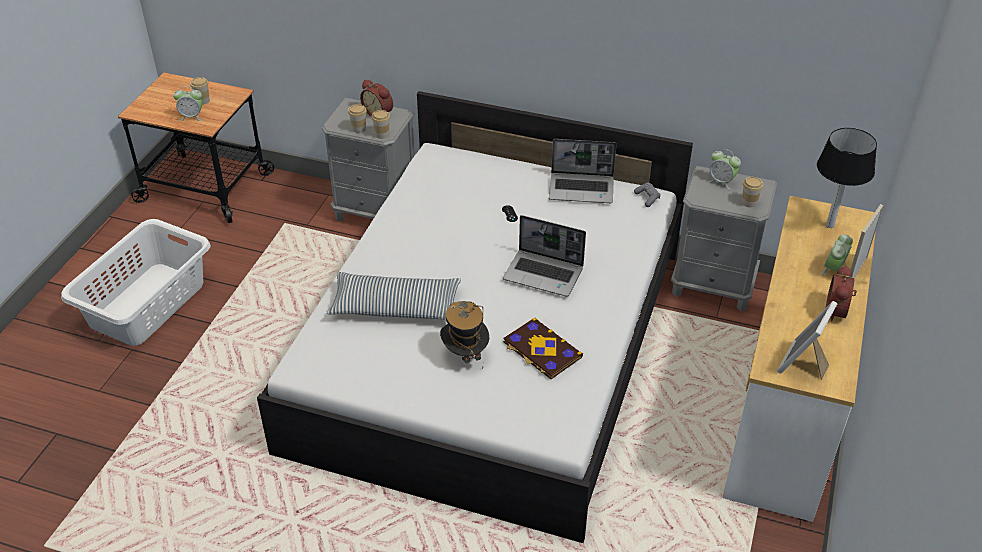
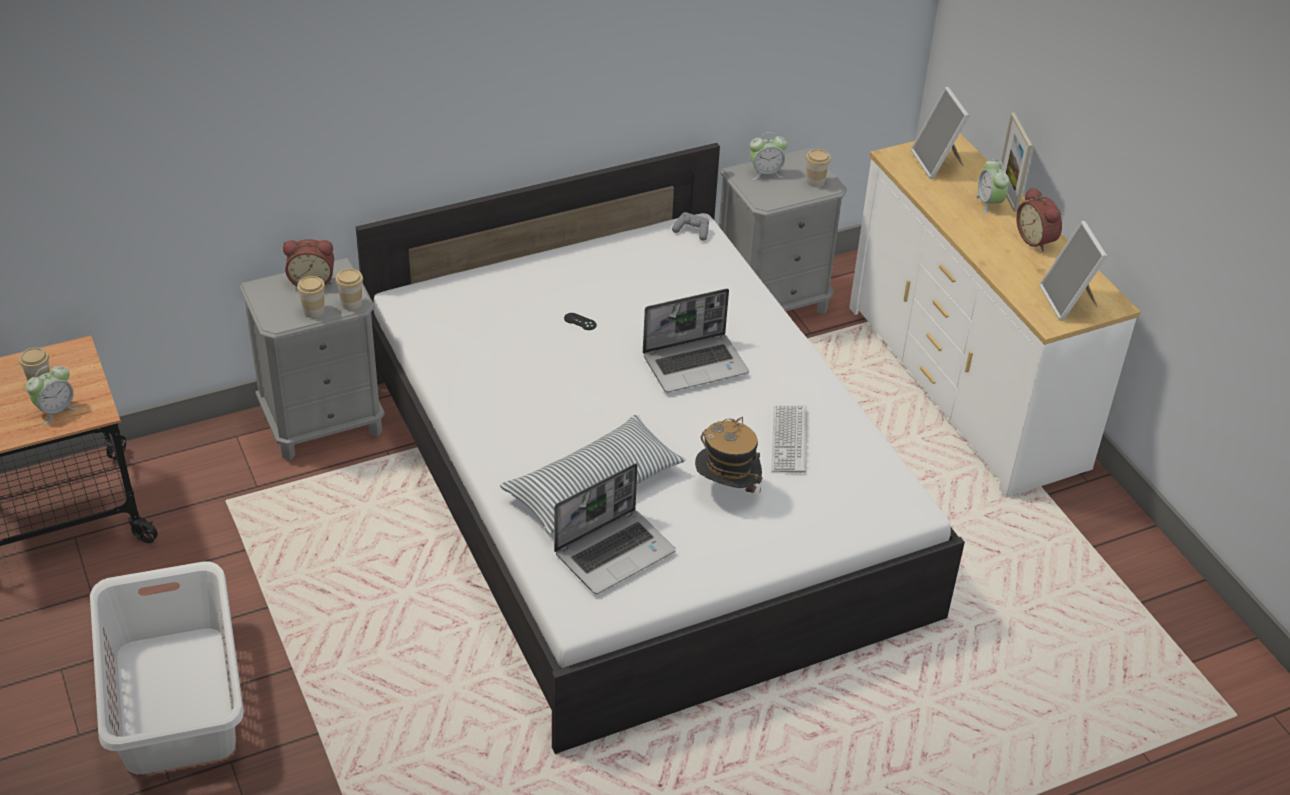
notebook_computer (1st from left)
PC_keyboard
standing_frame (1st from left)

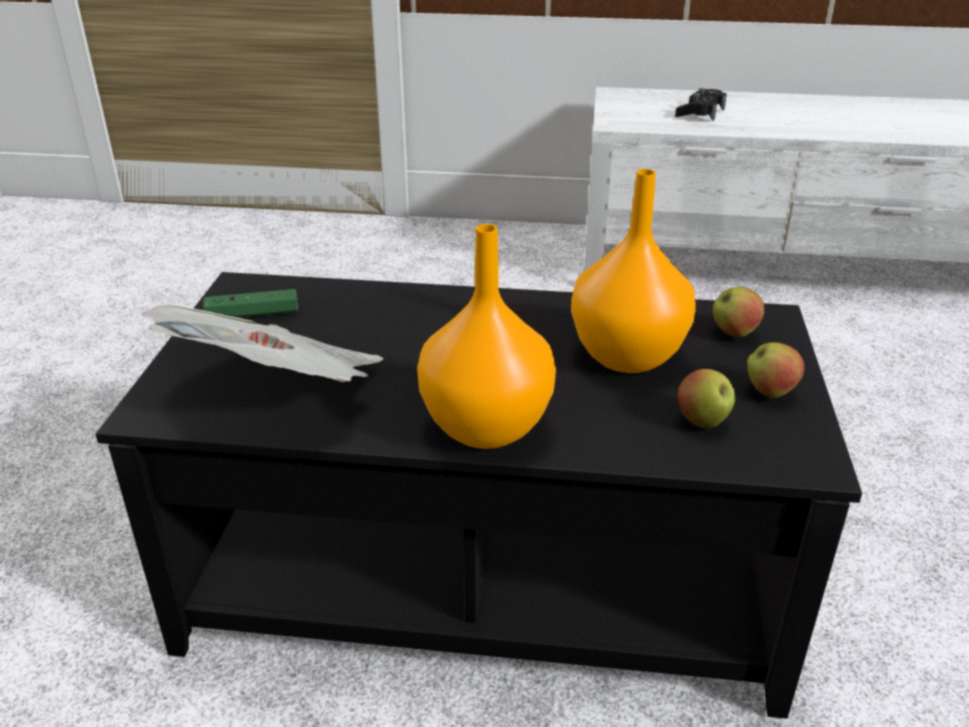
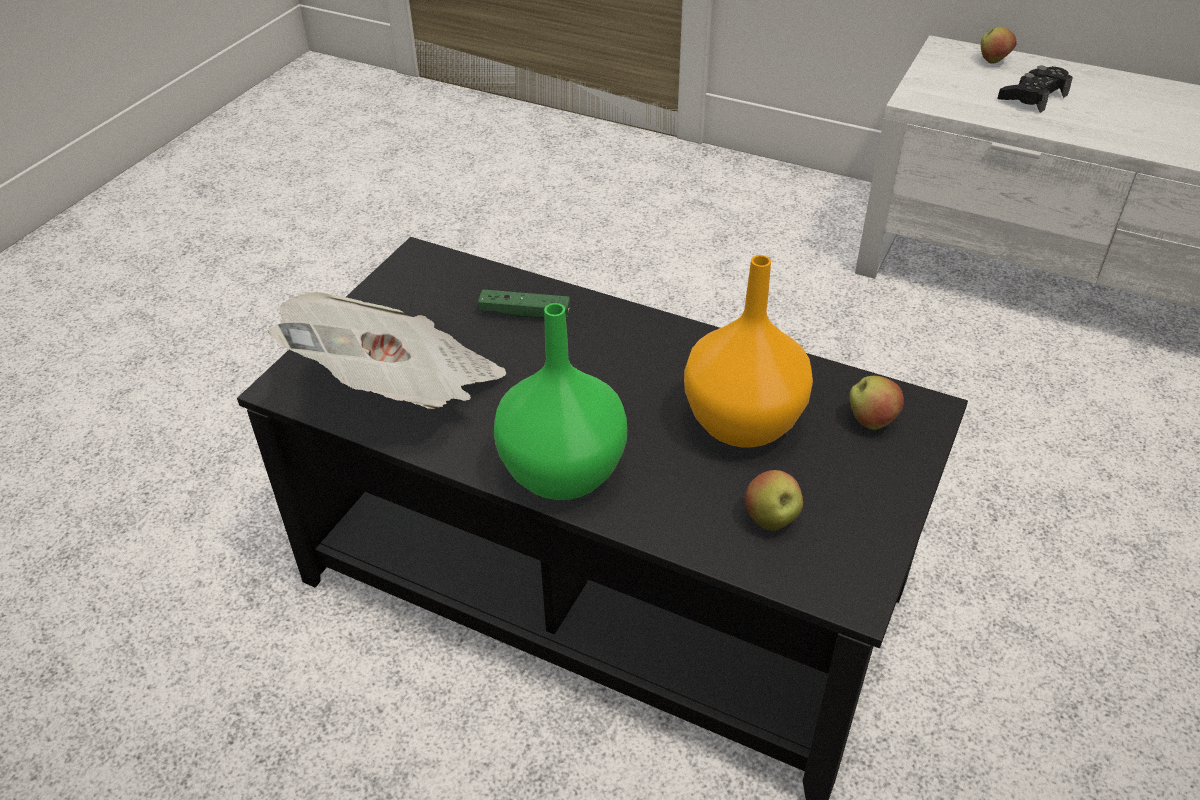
green-coloured_joypad
apple (3rd from left)
green-coloured_flower_vase

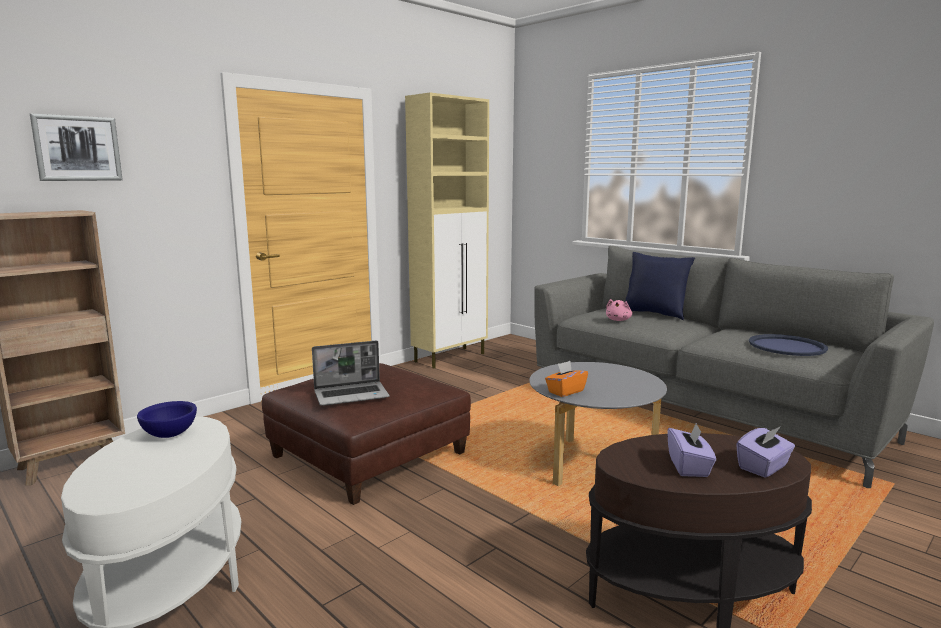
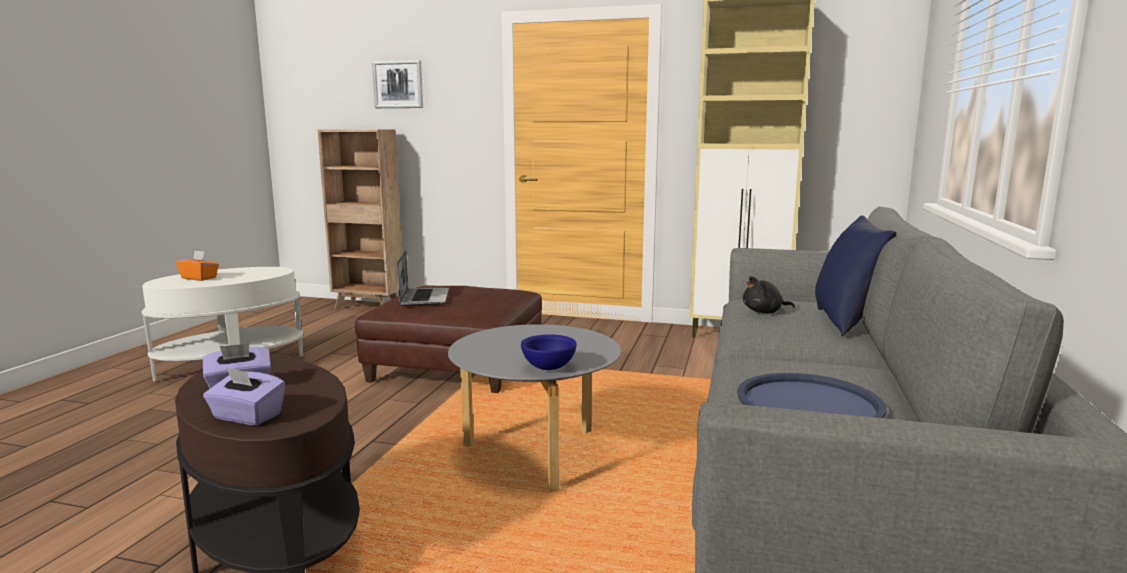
blue-coloured_deep_dish
orange-coloured_tissue_holder
blackish_plush_toy
notebook_computer

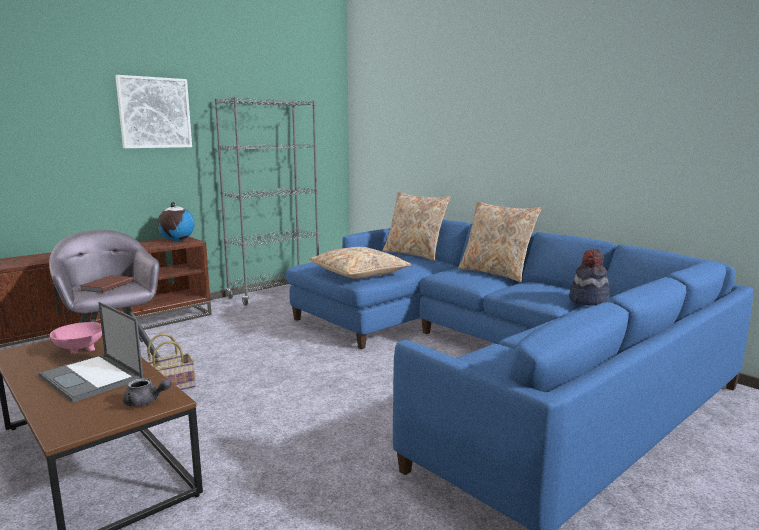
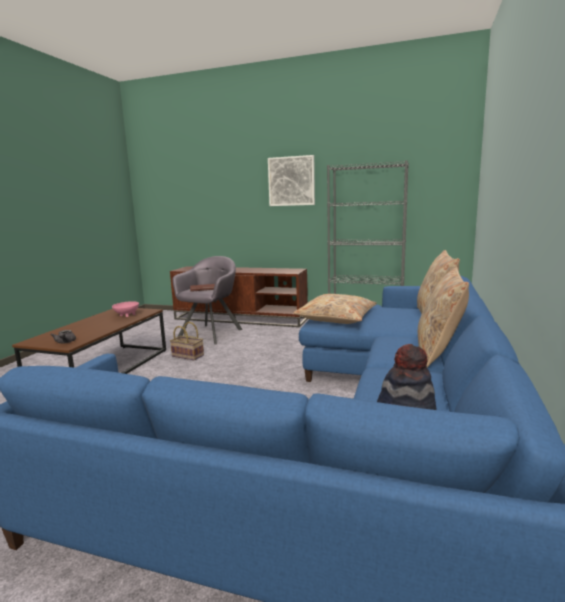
notebook_computer
globe

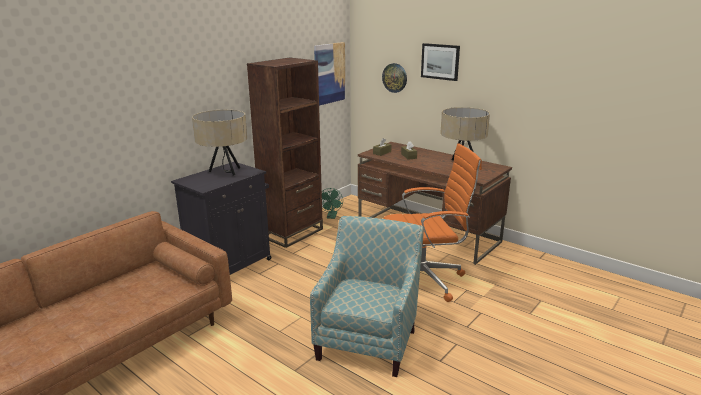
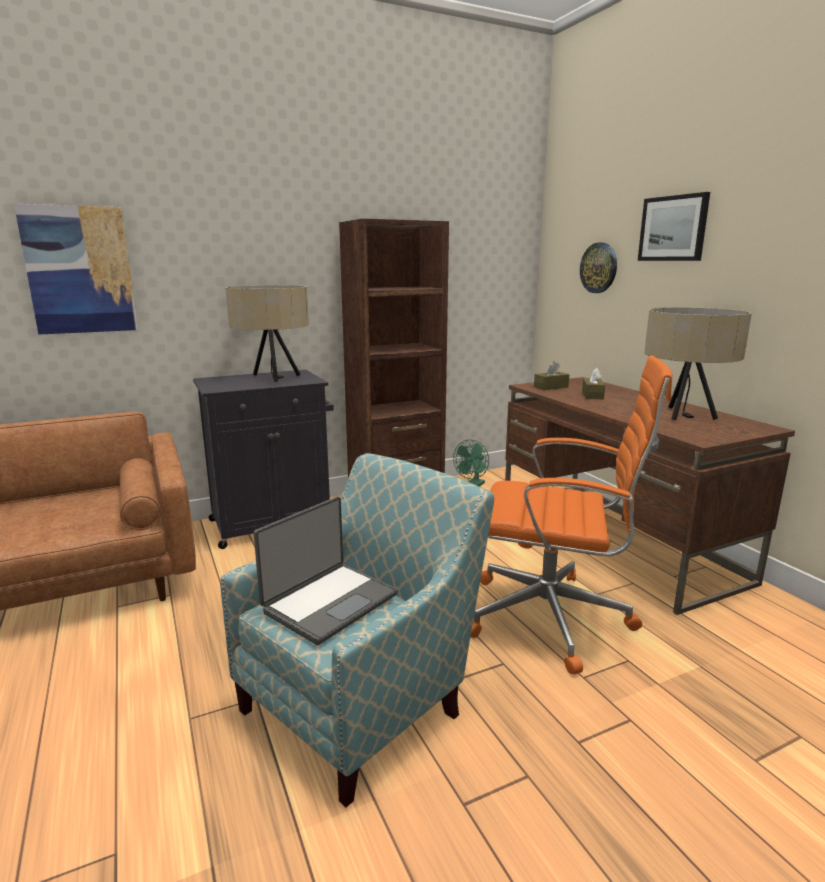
notebook_computer
wall_art (1st from left)

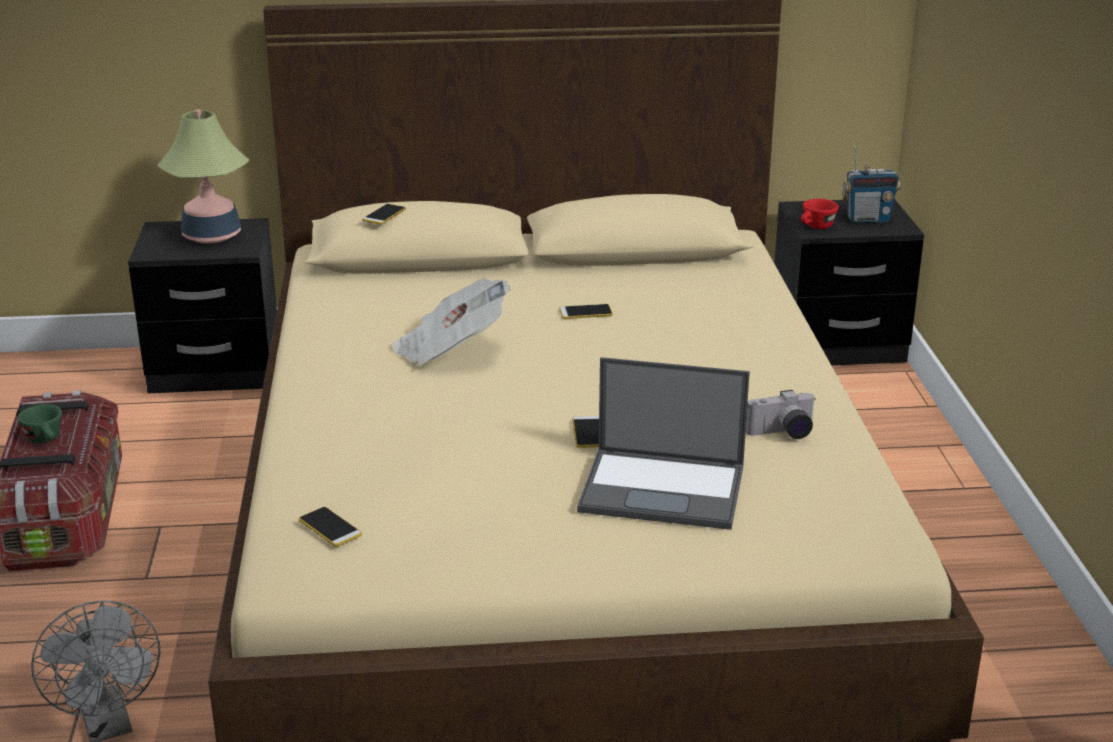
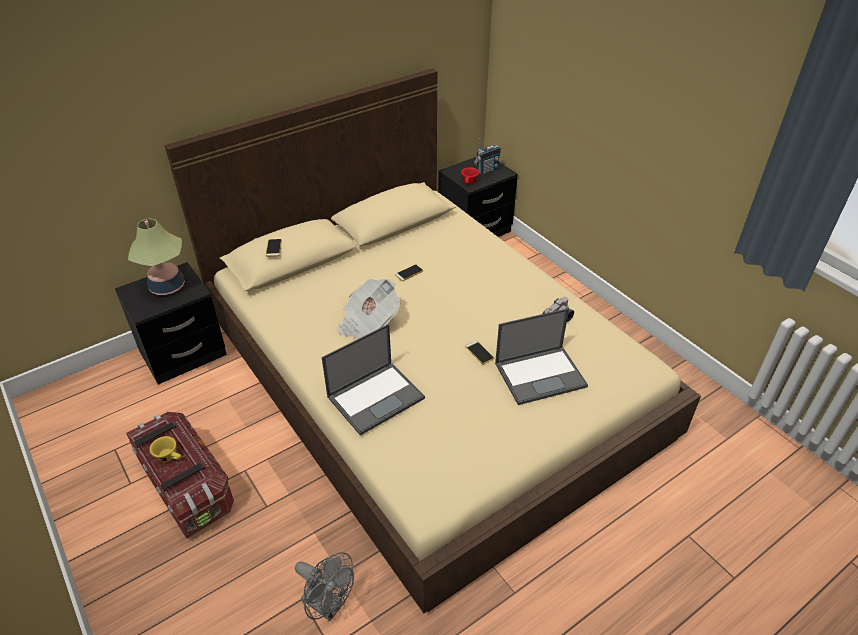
telephone (1st from left in the first image)
notebook_computer (1st from left)
yellow-coloured_small_cup

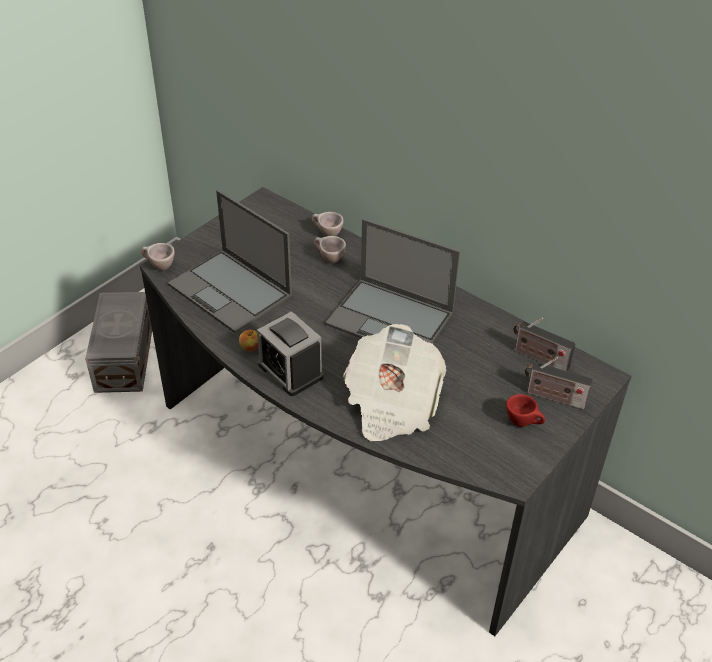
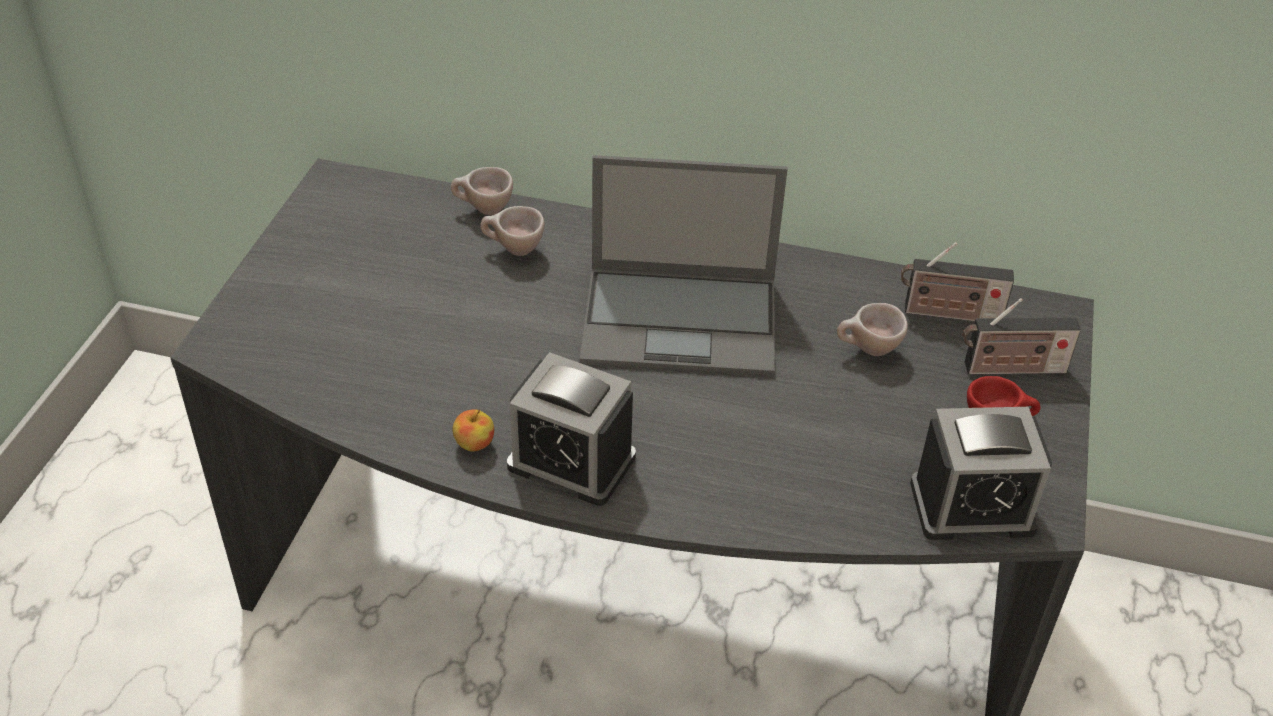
gray_storage_box
notebook_computer (1st from left in the first image)
printed_paper
alarm_clock (2nd from left)
beige-coloured_small_cup (3rd from left)

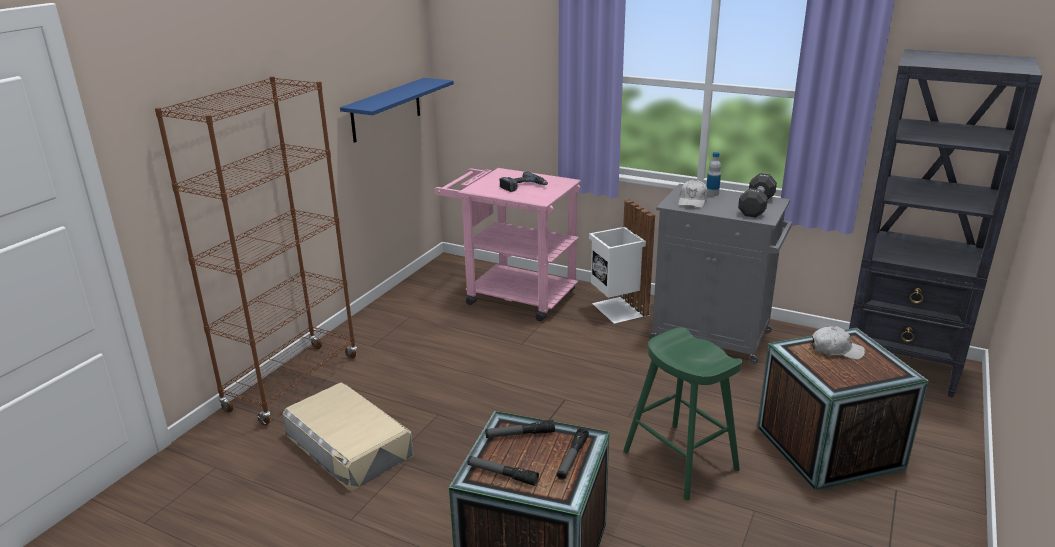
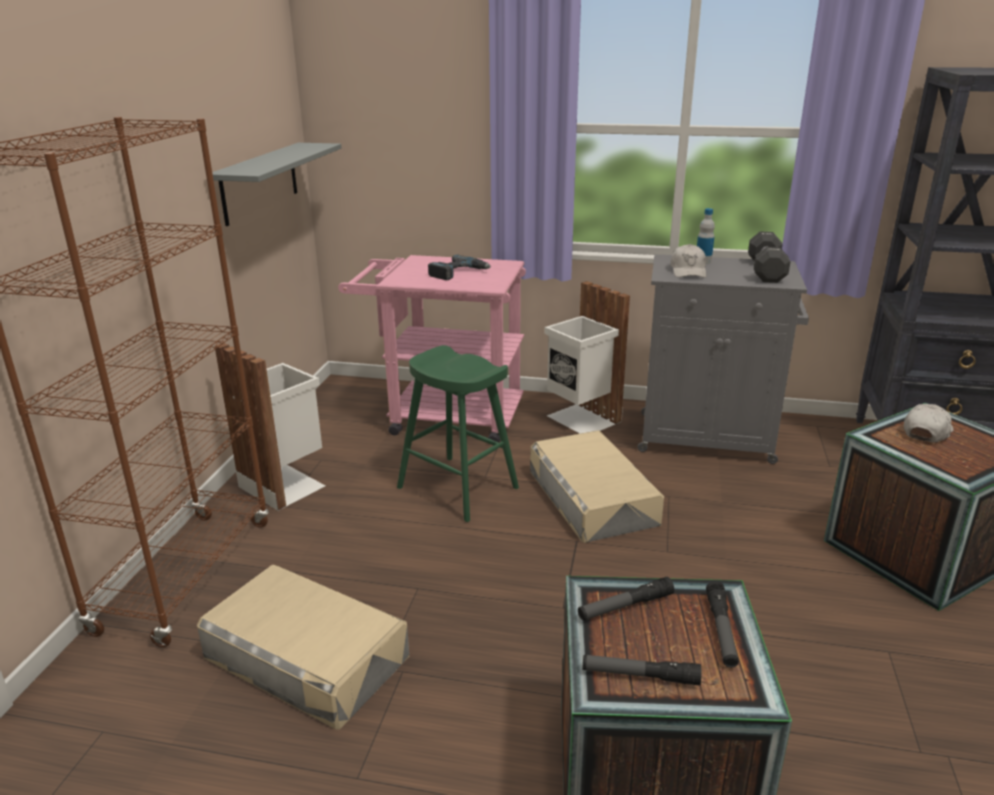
white_trash_can (1st from left)
beige-coloured_storage_box (2nd from left)
green-coloured_stool
gray_shelf
white_baseball_cap (2nd from left)

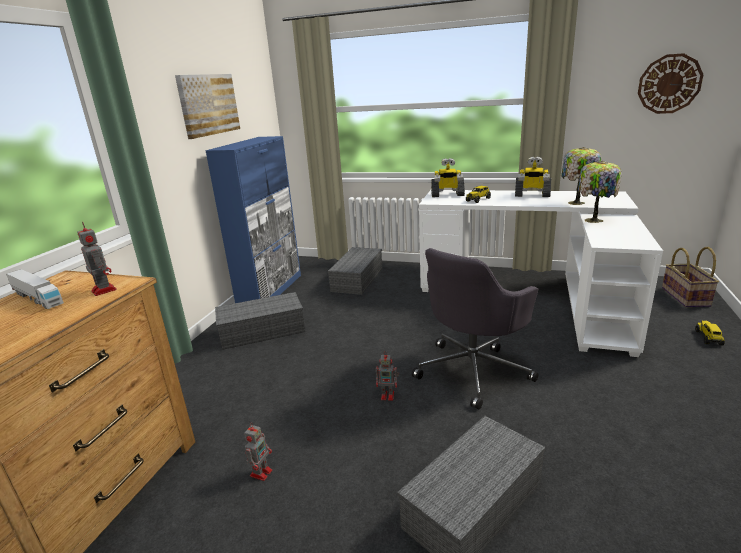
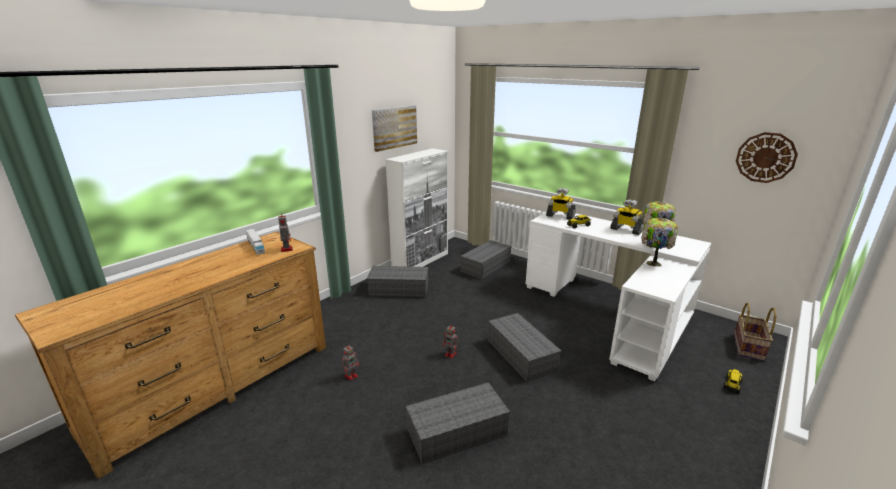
gray_storage_box (4th from left)
white_cabinet

